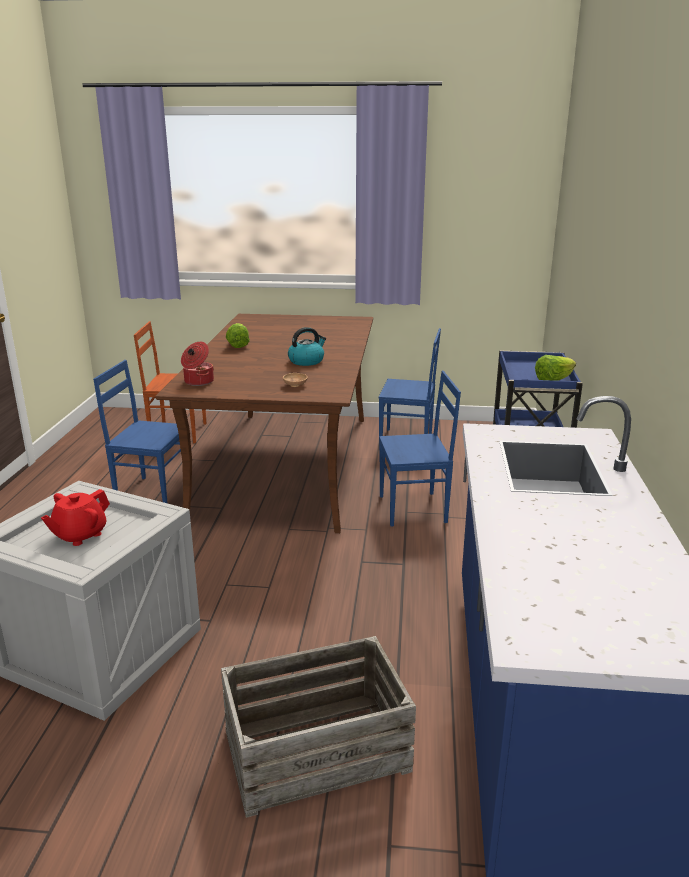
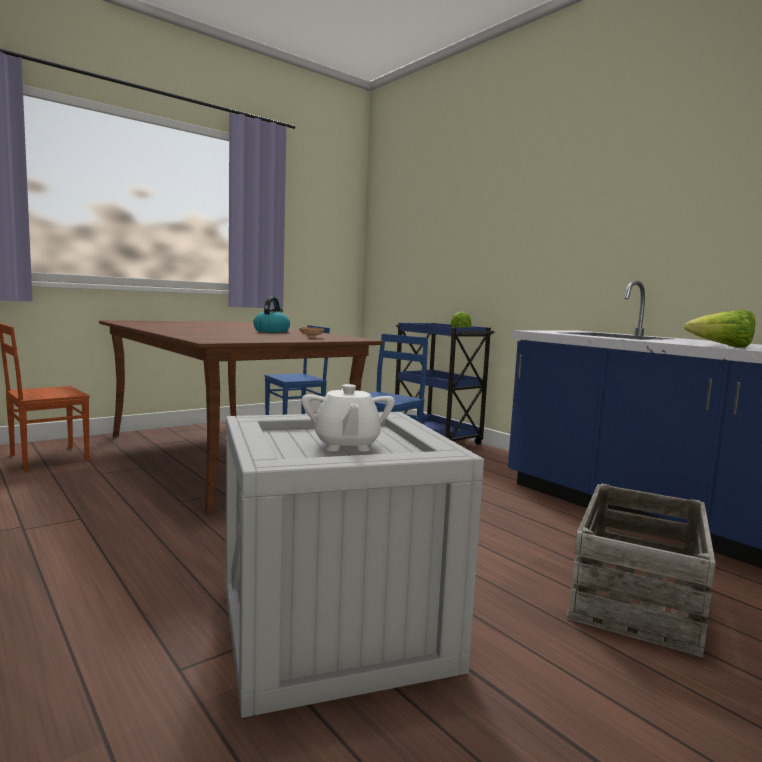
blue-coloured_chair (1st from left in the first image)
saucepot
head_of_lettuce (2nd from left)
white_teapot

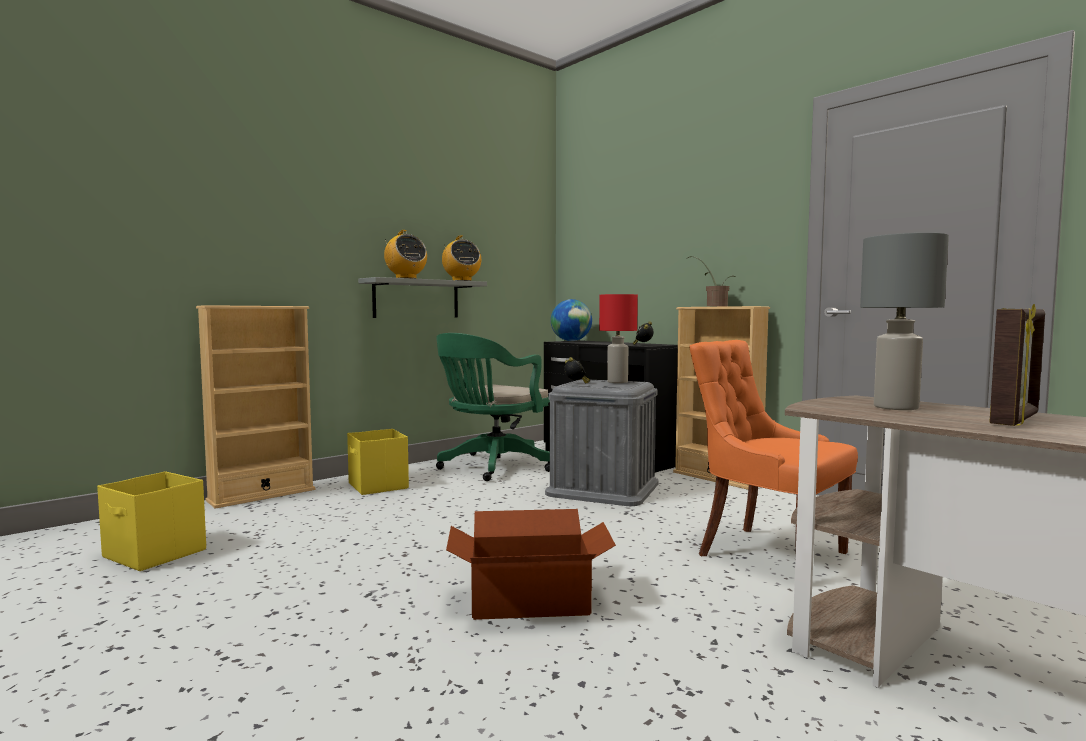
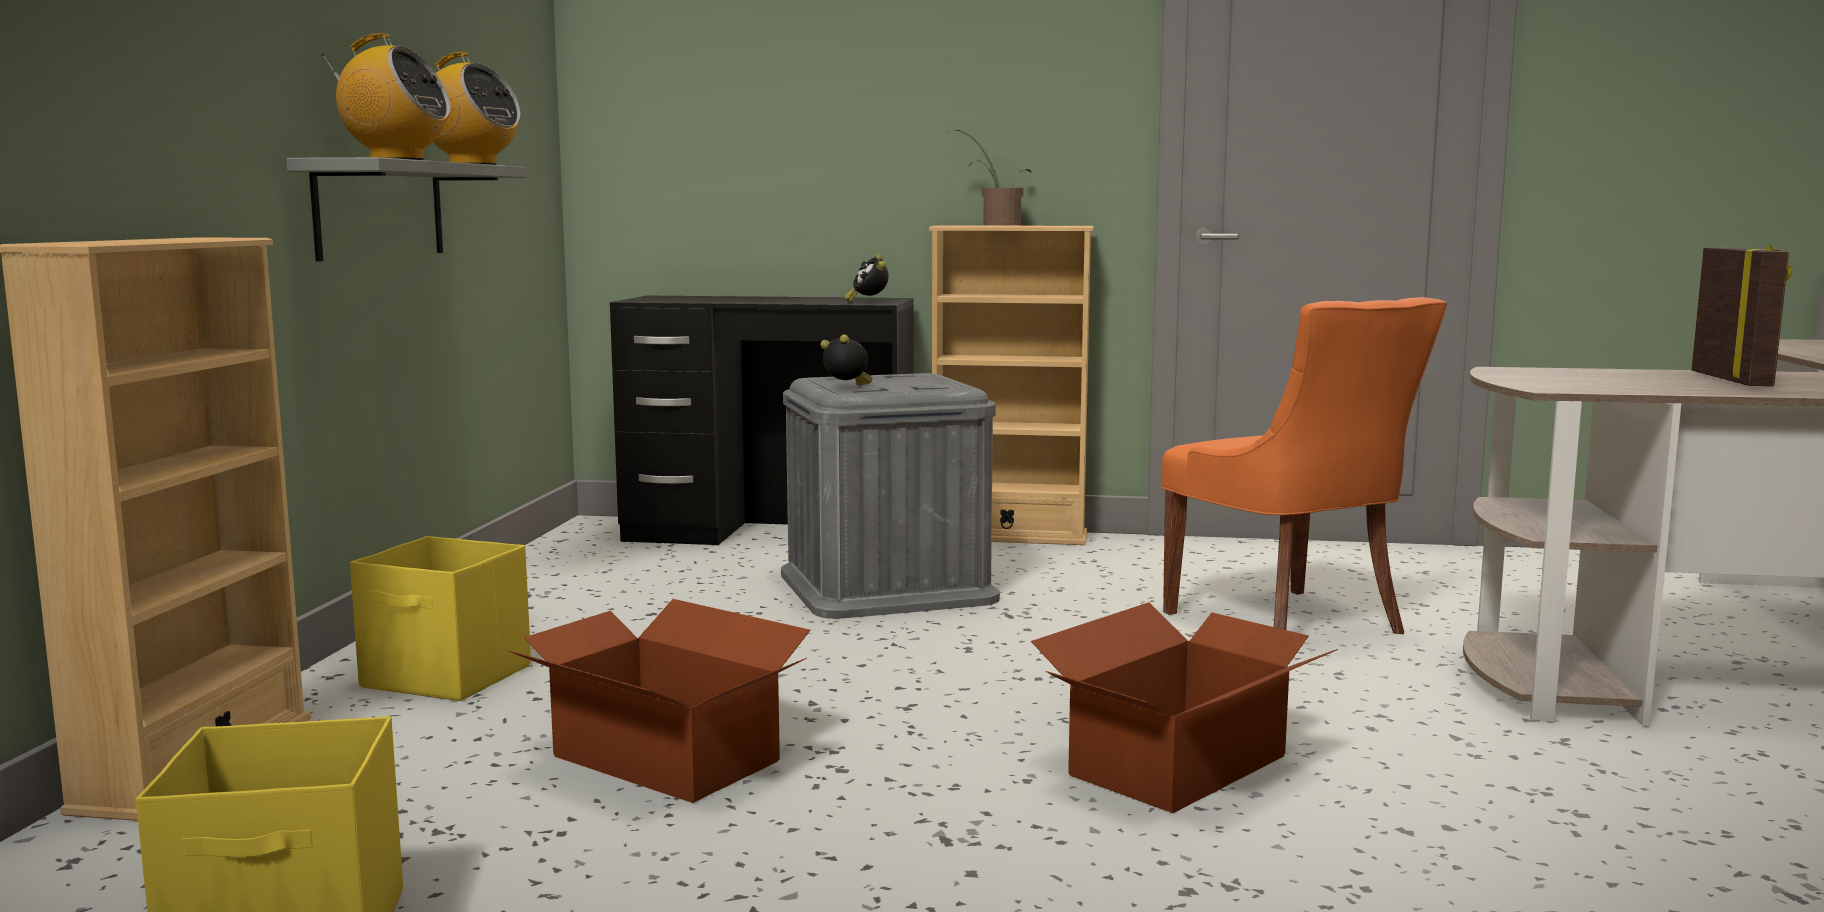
green-coloured_desk_chair
globe
red-coloured_lamp_for_a_table
gray_lamp_for_a_table
carton (1st from left)
orange-coloured_chair

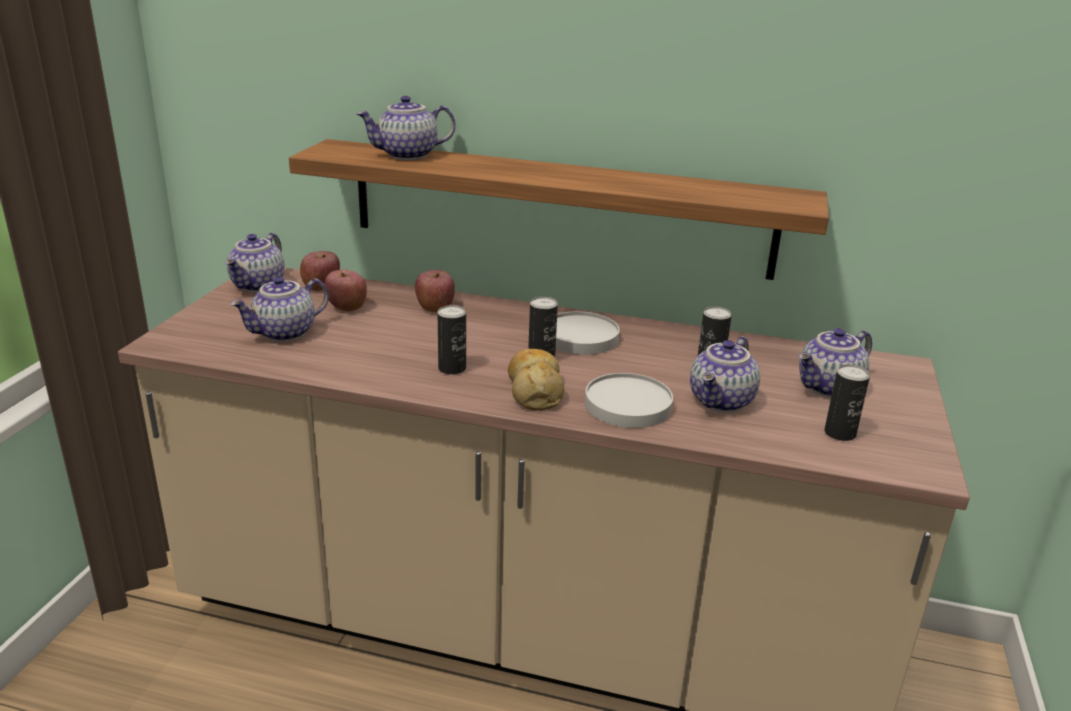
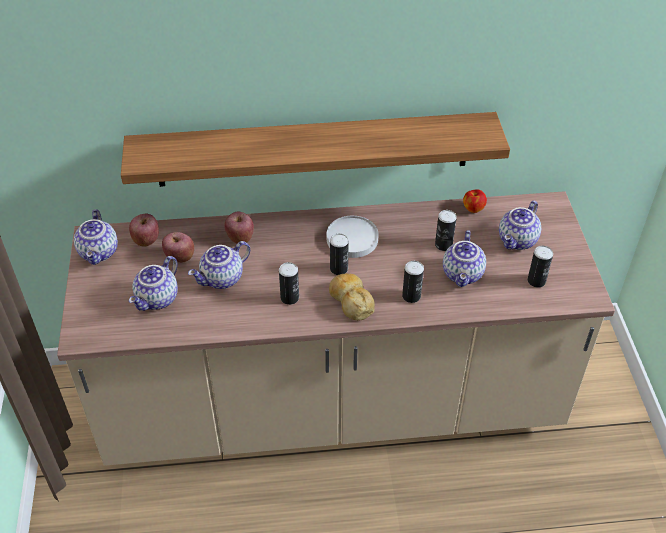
apple (4th from left)
teapot (3rd from left)
metal_can (3rd from left)

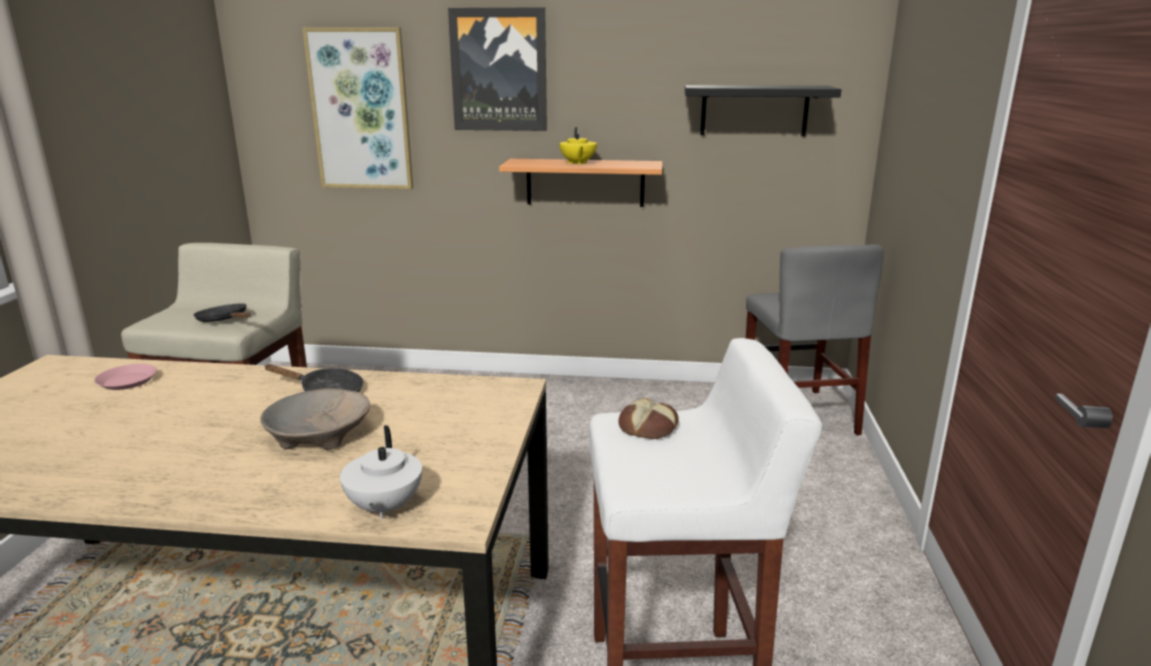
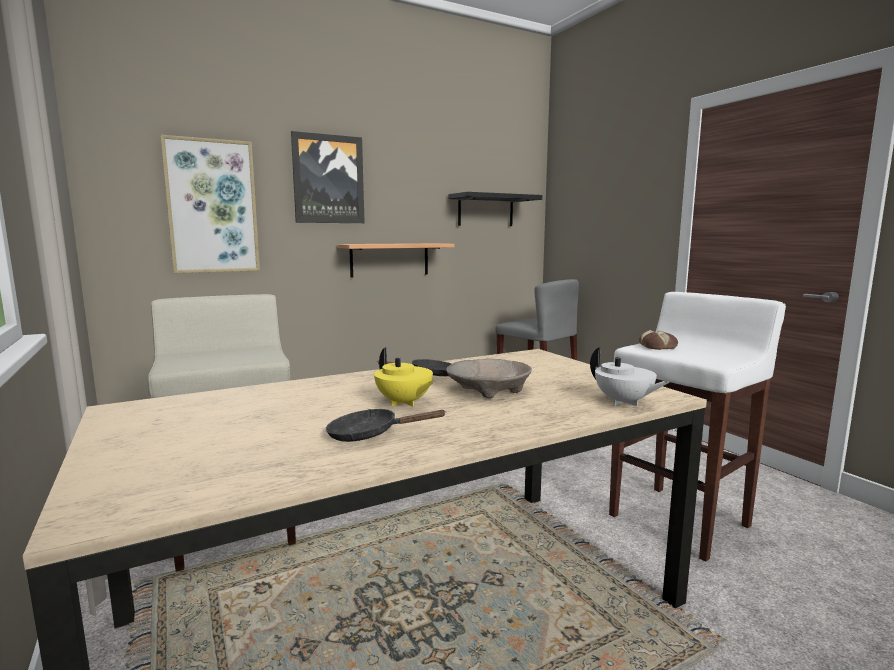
pink-coloured_flat_dish
blackish_skillet (1st from left)
yellow-coloured_teapot

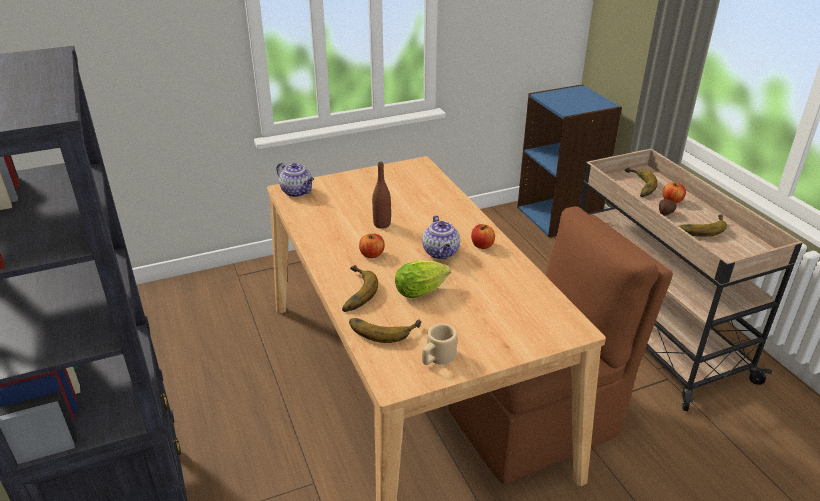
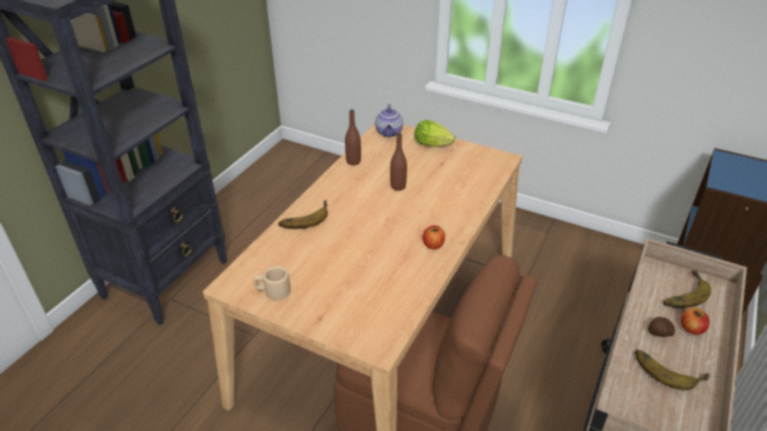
whole_banana (2nd from left in the first image)
apple (1st from left in the first image)
teapot (2nd from left in the first image)
brown_beverage_bottle (1st from left)
head_of_lettuce

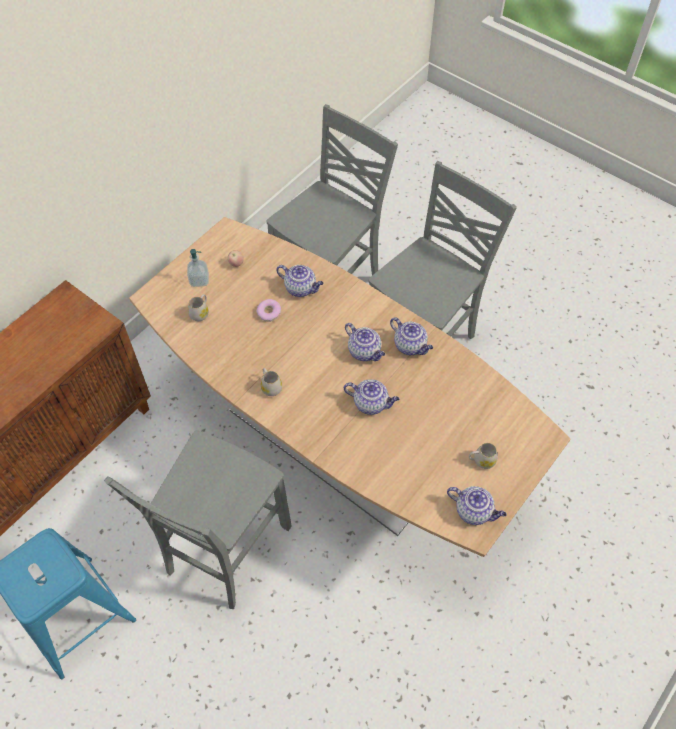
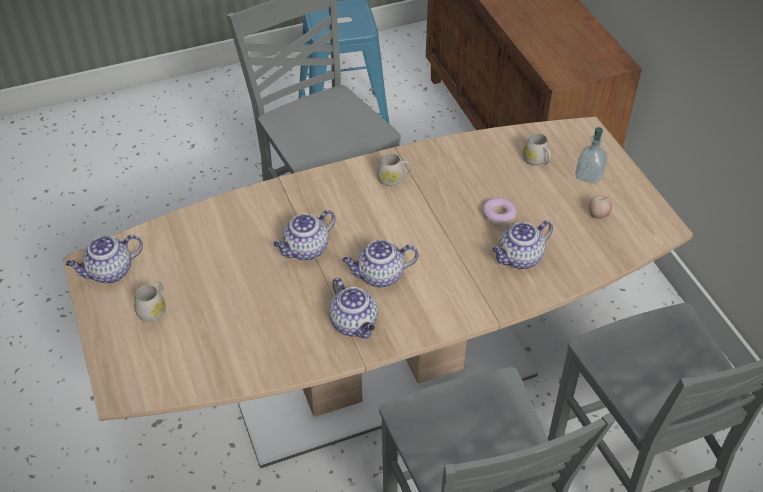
teapot (3rd from left)

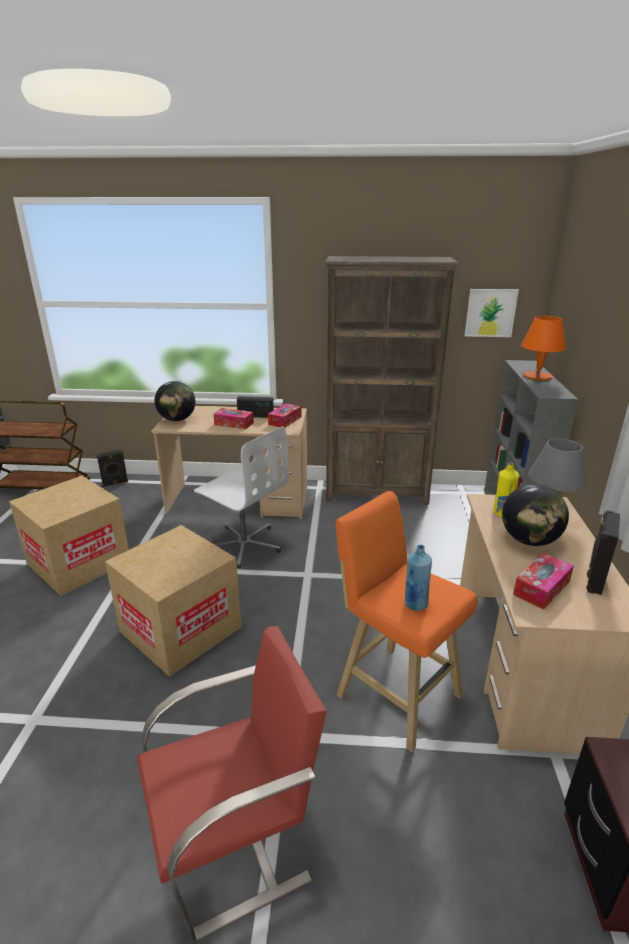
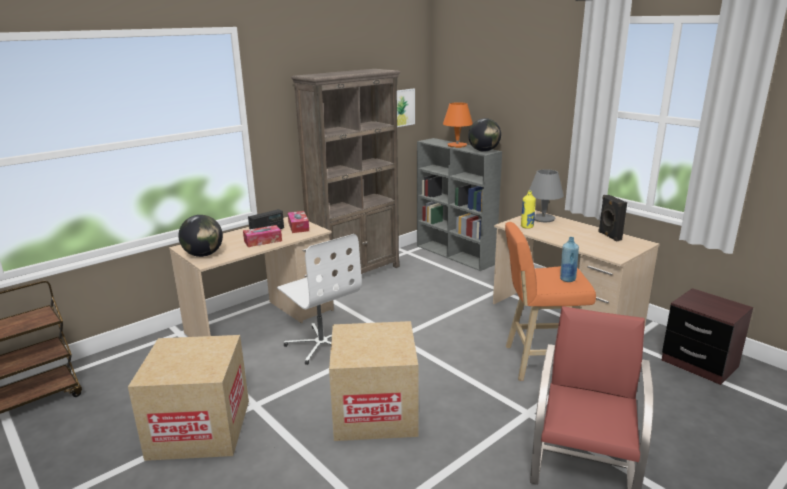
blackish_loudspeaker (1st from left in the first image)
tissue_holder (3rd from left in the first image)
globe (2nd from left)
white_desk_chair

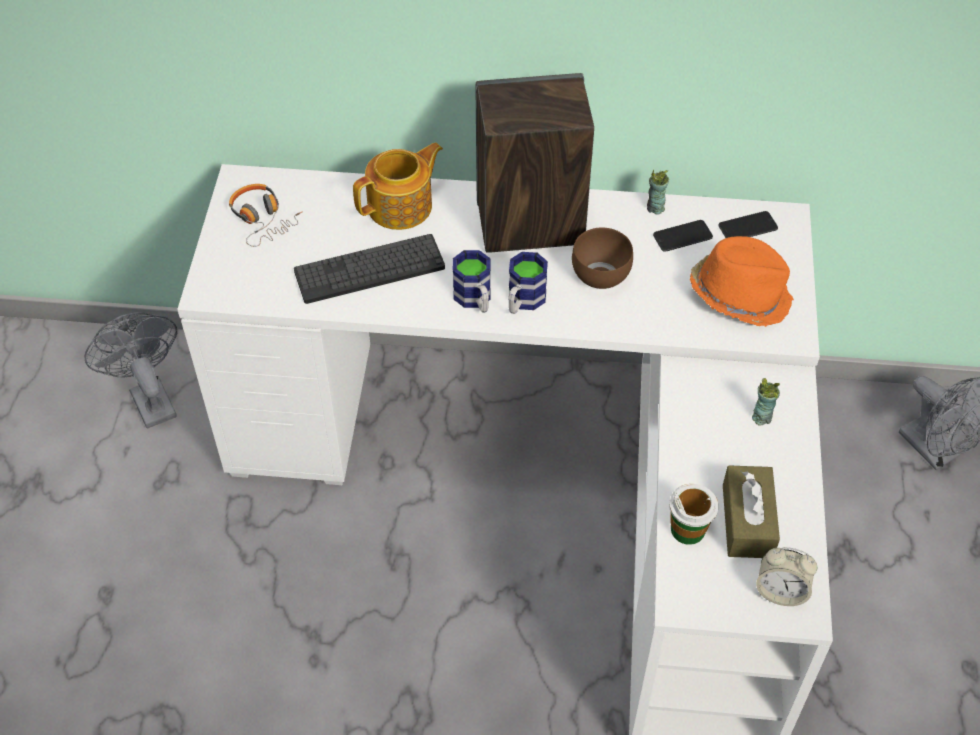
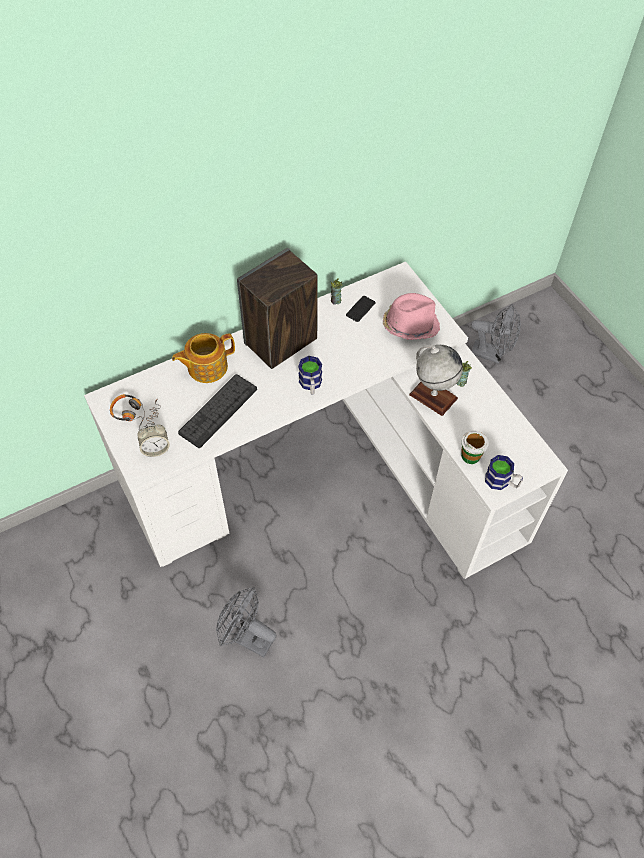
brown_deep_dish
telephone (2nd from left in the first image)
brown_tissue_holder
globe
gray_fan (1st from left)
mug (2nd from left)
alarm_clock
pink-coloured_wearable_hat
teapot

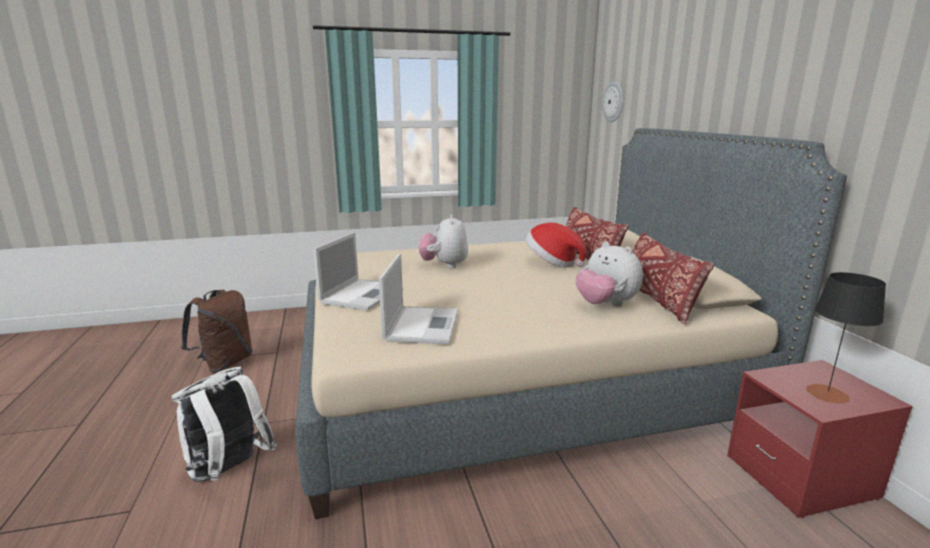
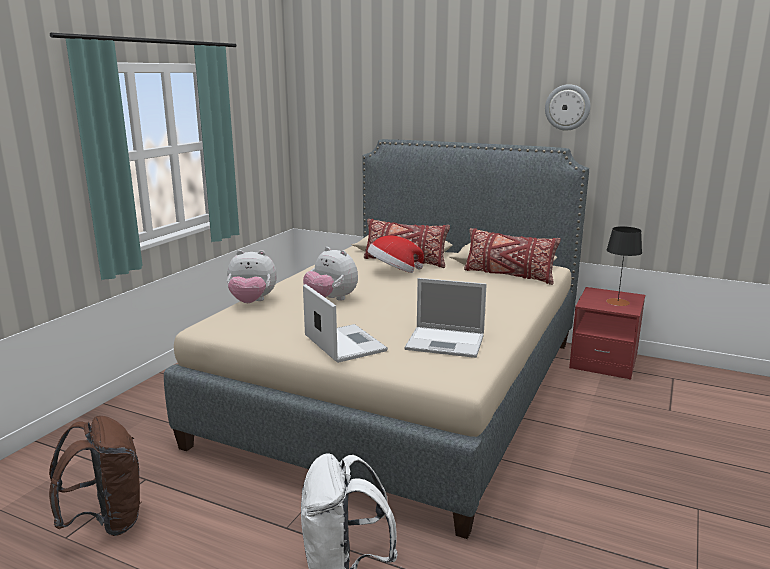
plush_toy (1st from left)
wall_clock
notebook_computer (2nd from left)

